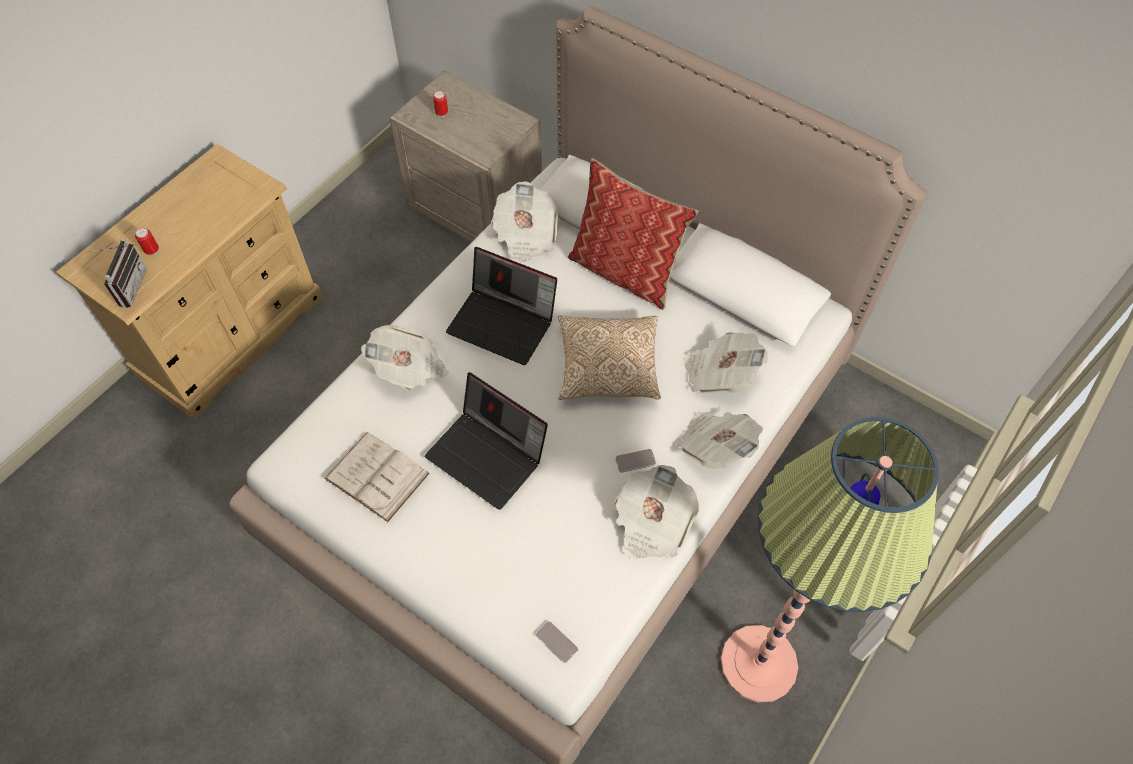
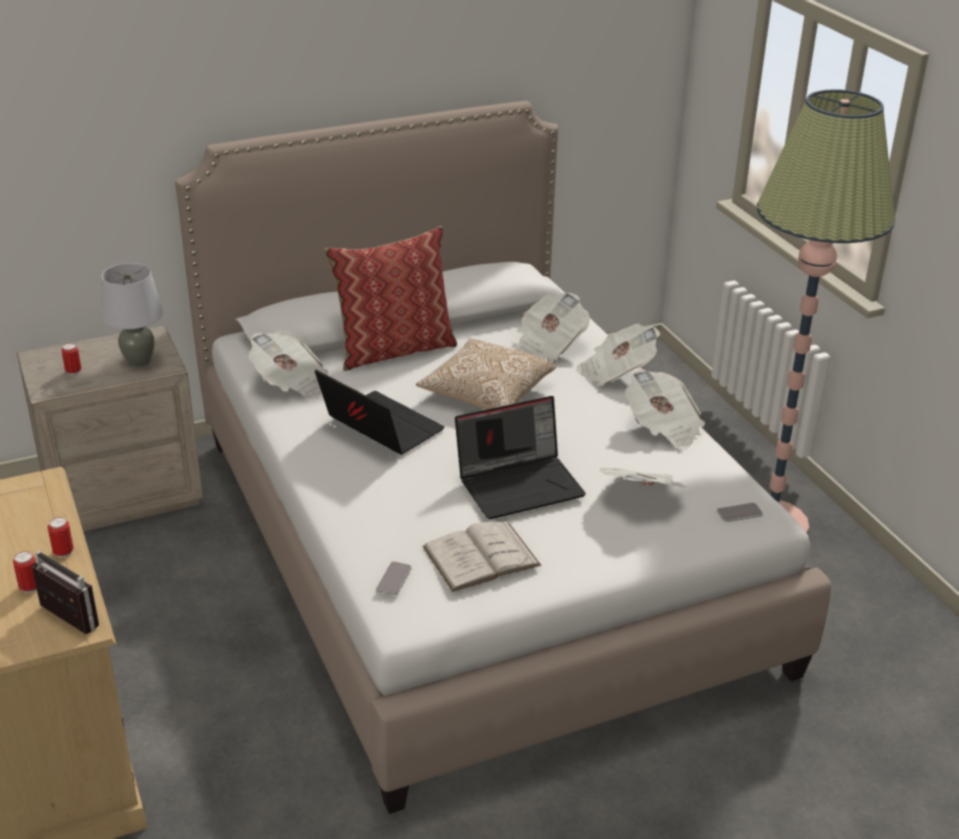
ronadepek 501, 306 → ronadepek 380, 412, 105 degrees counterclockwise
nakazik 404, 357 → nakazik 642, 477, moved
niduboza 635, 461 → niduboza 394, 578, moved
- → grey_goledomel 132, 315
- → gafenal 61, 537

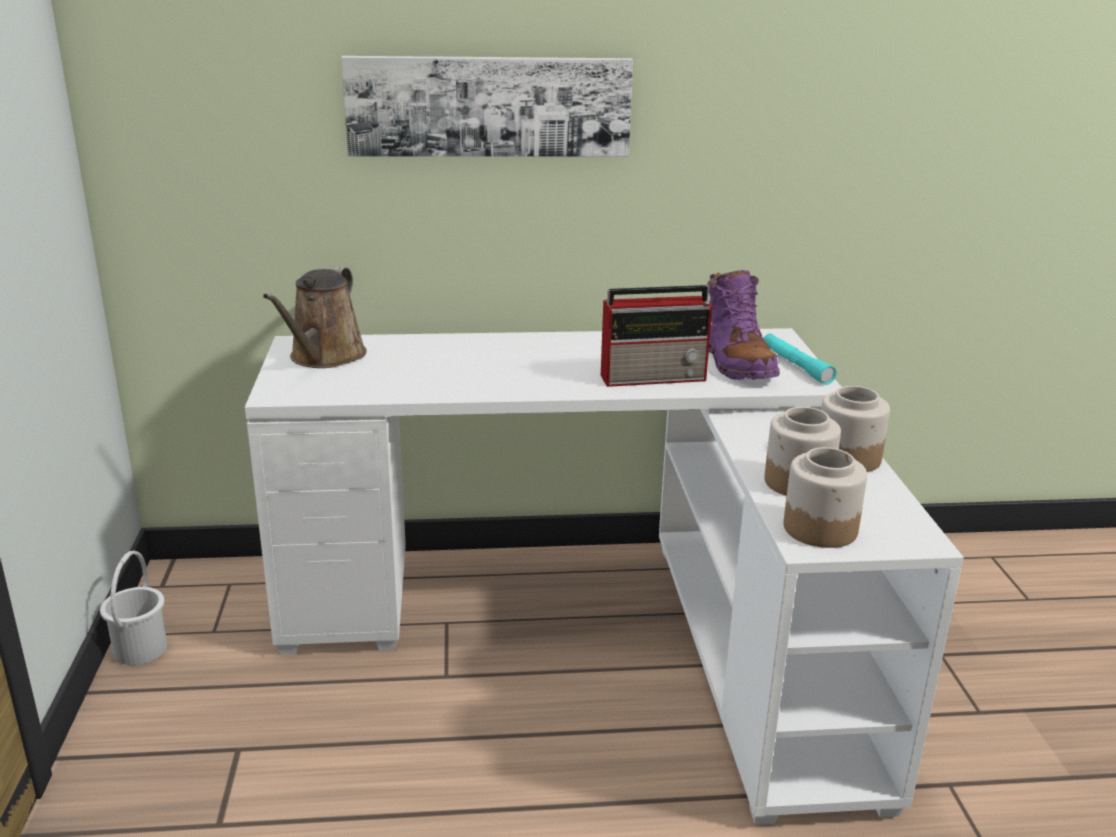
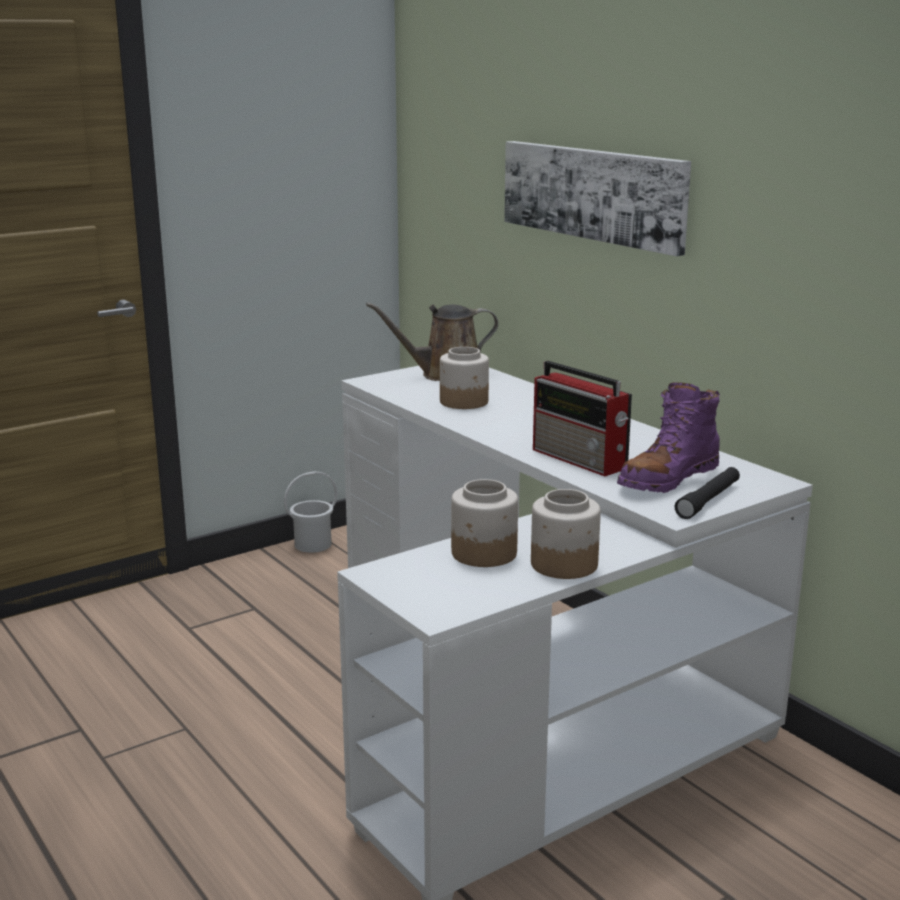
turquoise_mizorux 800, 359 → black_mizorux 707, 493
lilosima 825, 497 → lilosima 464, 378, moved

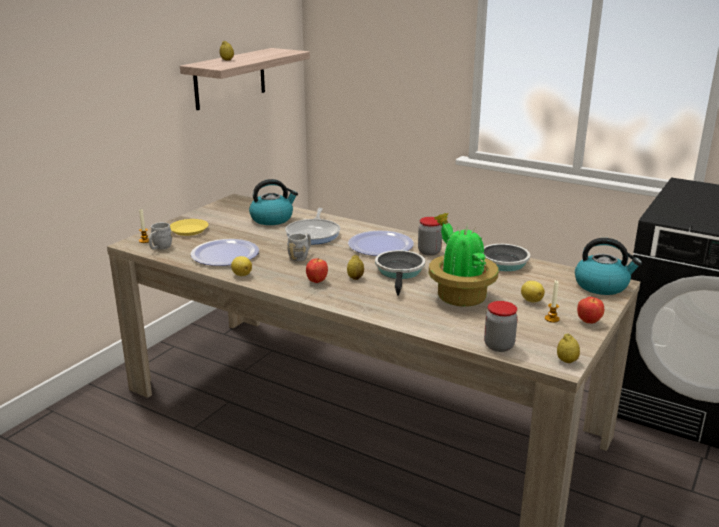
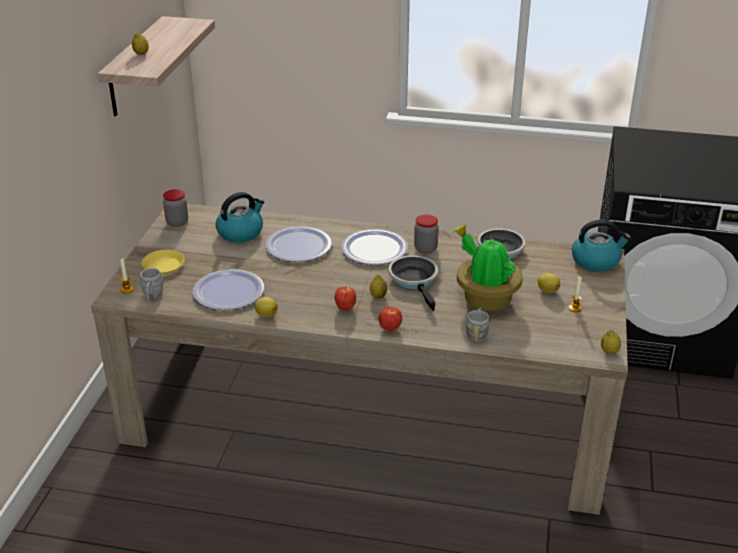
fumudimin 312, 226 → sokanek 298, 244
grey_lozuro 299, 247 → grey_lozuro 477, 324, moved
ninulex 590, 310 → ninulex 390, 319, moved
lilosima 501, 326 → lilosima 175, 208, moved

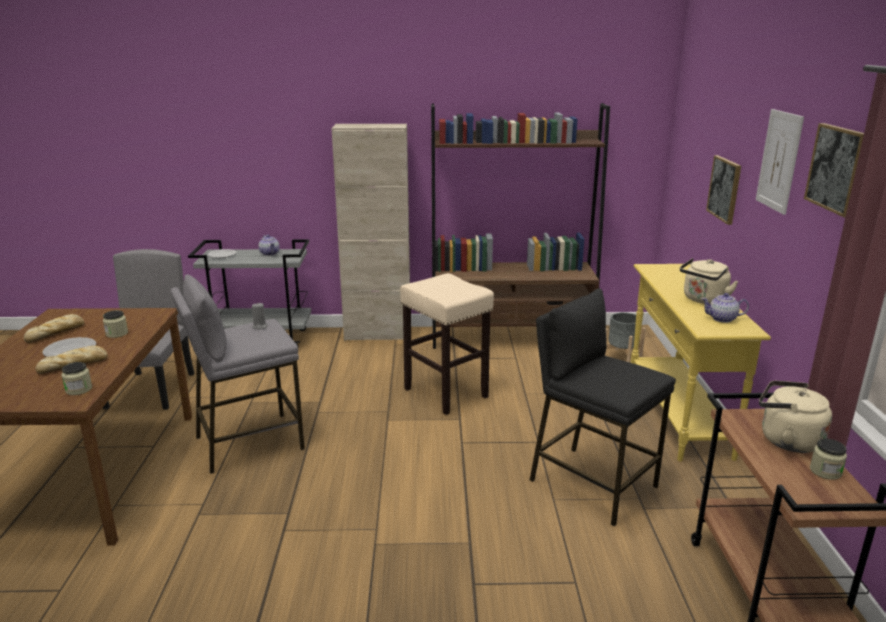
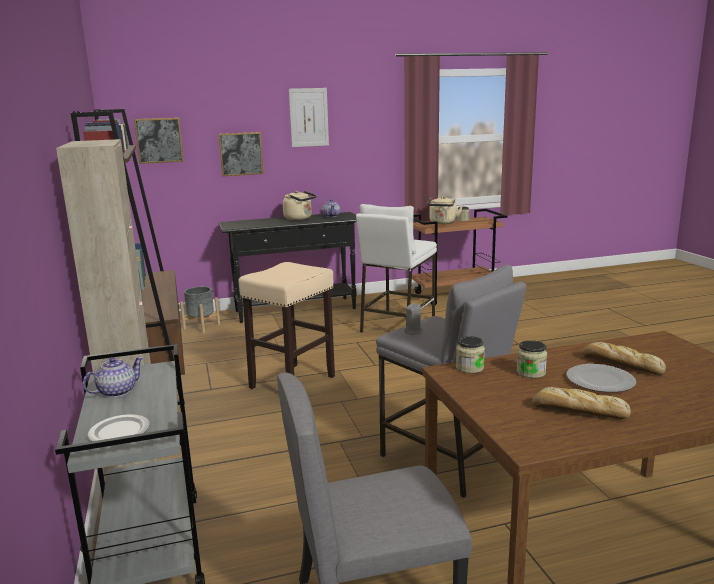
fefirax 834, 170 → fefirax 159, 141, moved
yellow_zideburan 701, 363 → black_zideburan 287, 267
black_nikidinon 603, 407 → white_nikidinon 396, 268
lilosima 76, 378 → lilosima 470, 354, moved

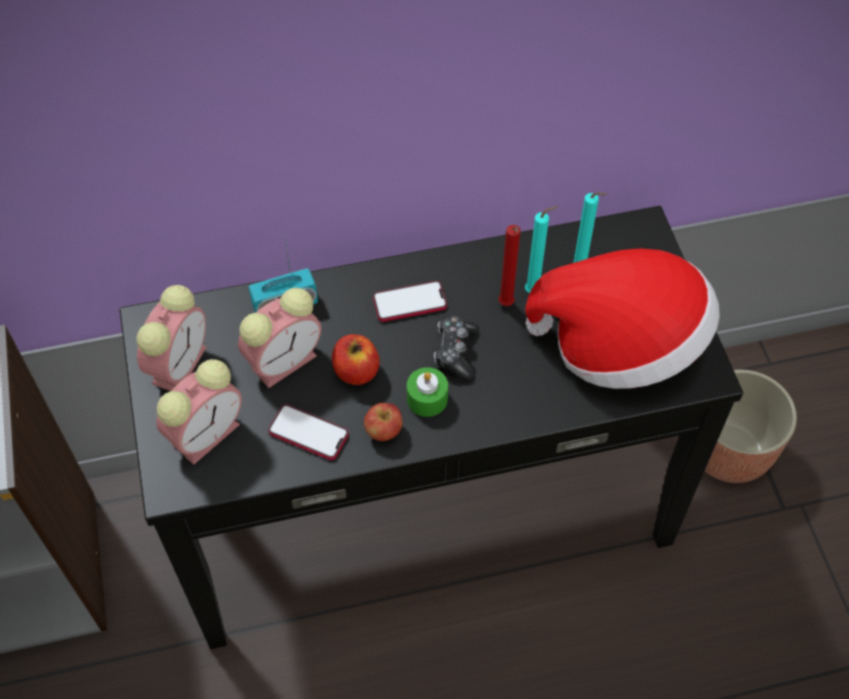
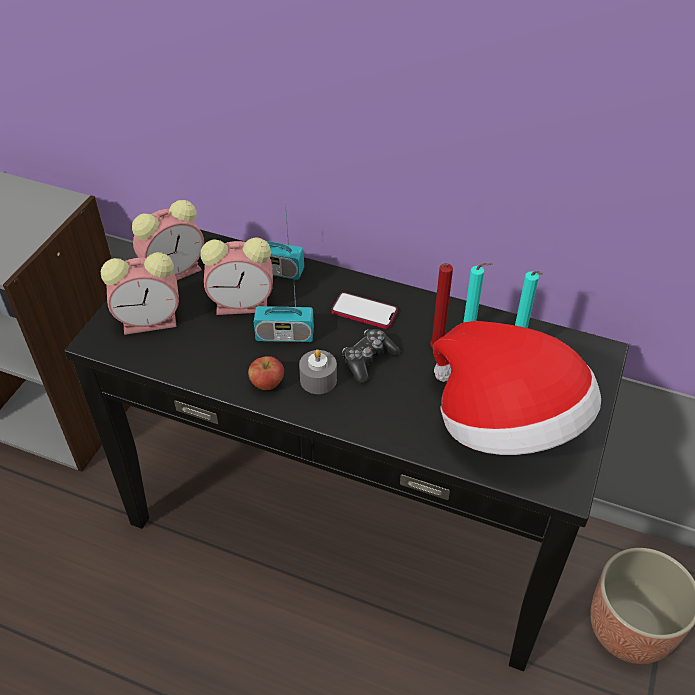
ninulex 356, 359 → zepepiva 284, 306
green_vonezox 427, 392 → grey_vonezox 318, 371
niduboza 308, 432 → -

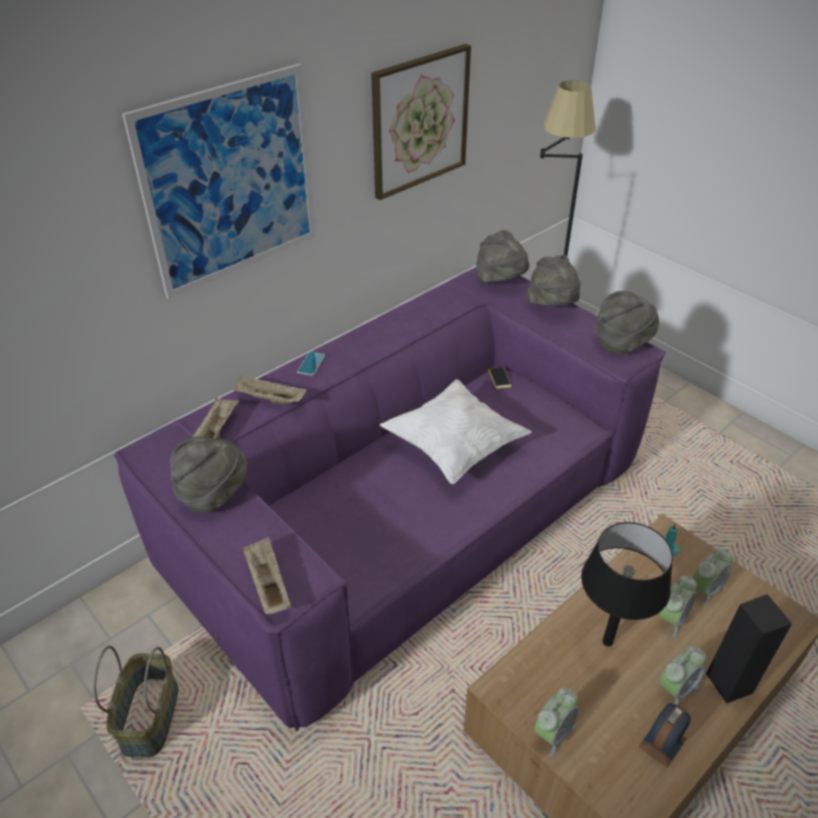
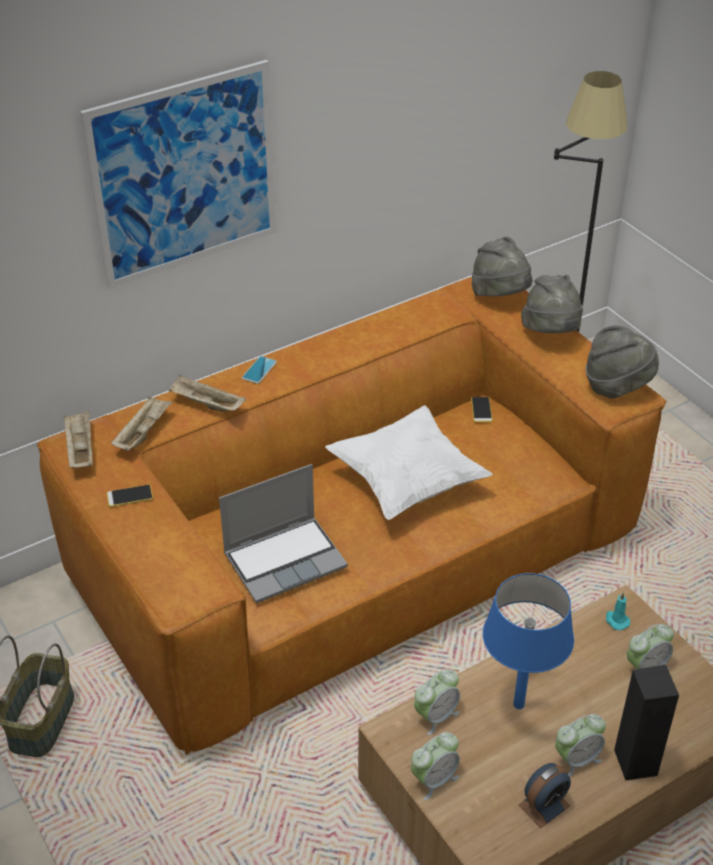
fefirax 421, 122 → -
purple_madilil 389, 499 → brown_madilil 352, 516
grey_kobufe 208, 475 → niduboza 129, 495
black_goledomel 627, 584 → blue_goledomel 528, 641
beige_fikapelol 266, 575 → beige_fikapelol 78, 439, moved
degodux 678, 607 → degodux 437, 702, moved
- → ronadepek 283, 533

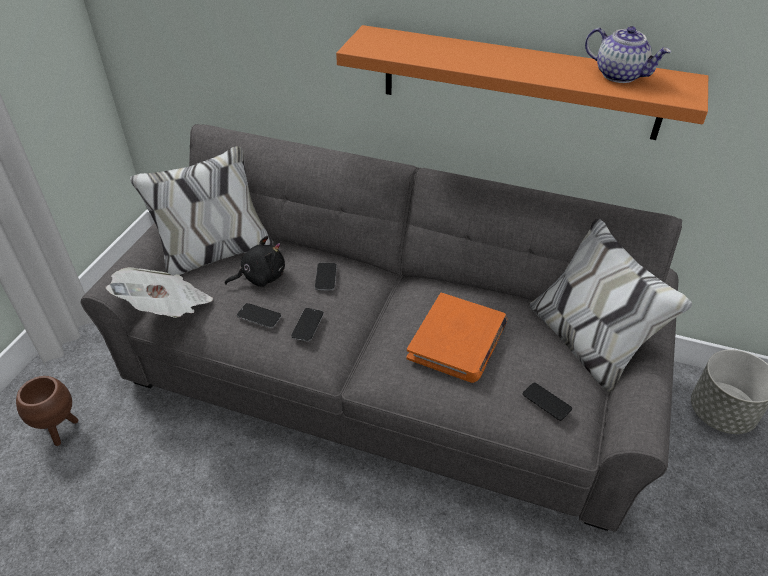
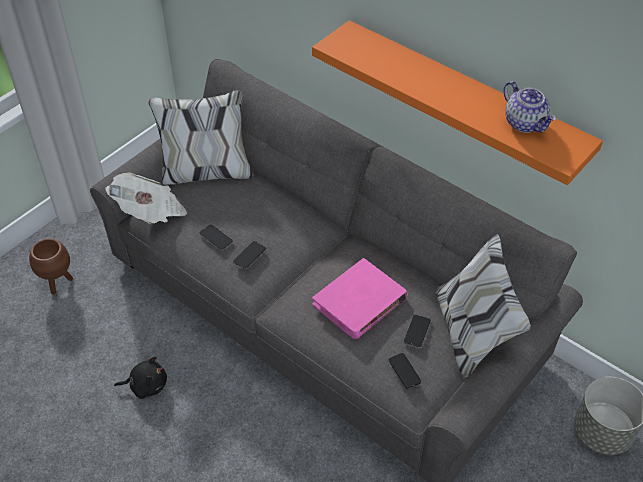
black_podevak 255, 261 → black_podevak 140, 378, moved
niduboza 326, 276 → niduboza 417, 331, moved
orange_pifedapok 457, 338 → pink_pifedapok 360, 298

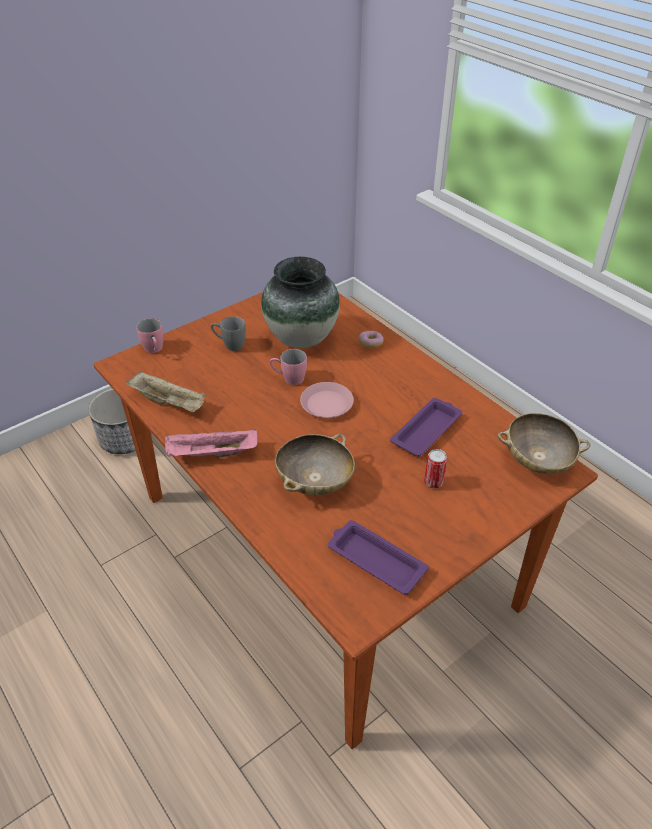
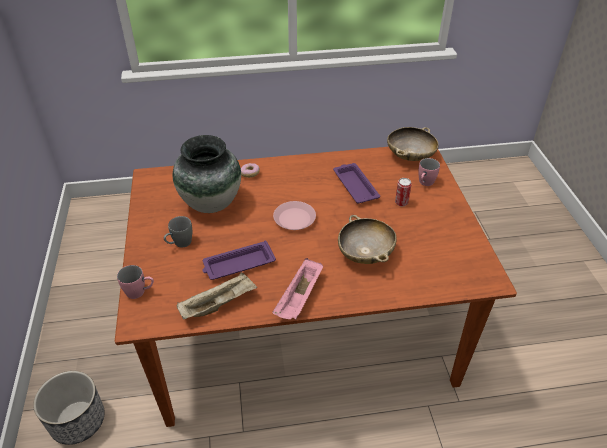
pink_lozuro 288, 367 → pink_lozuro 429, 172, moved
purple_fikapelol 378, 557 → purple_fikapelol 239, 260, moved

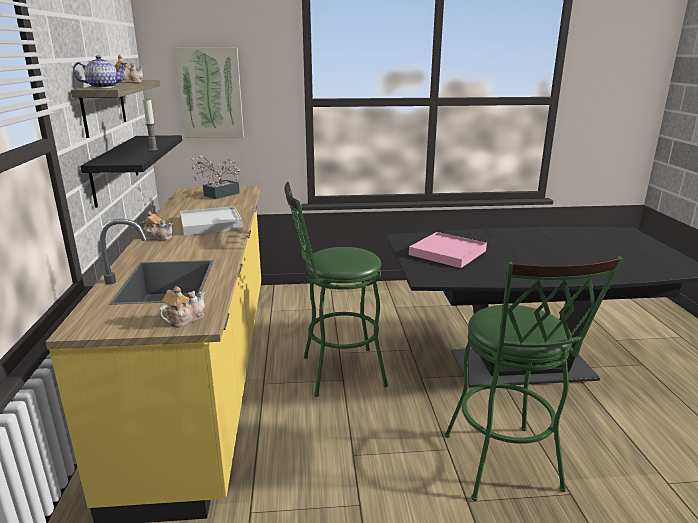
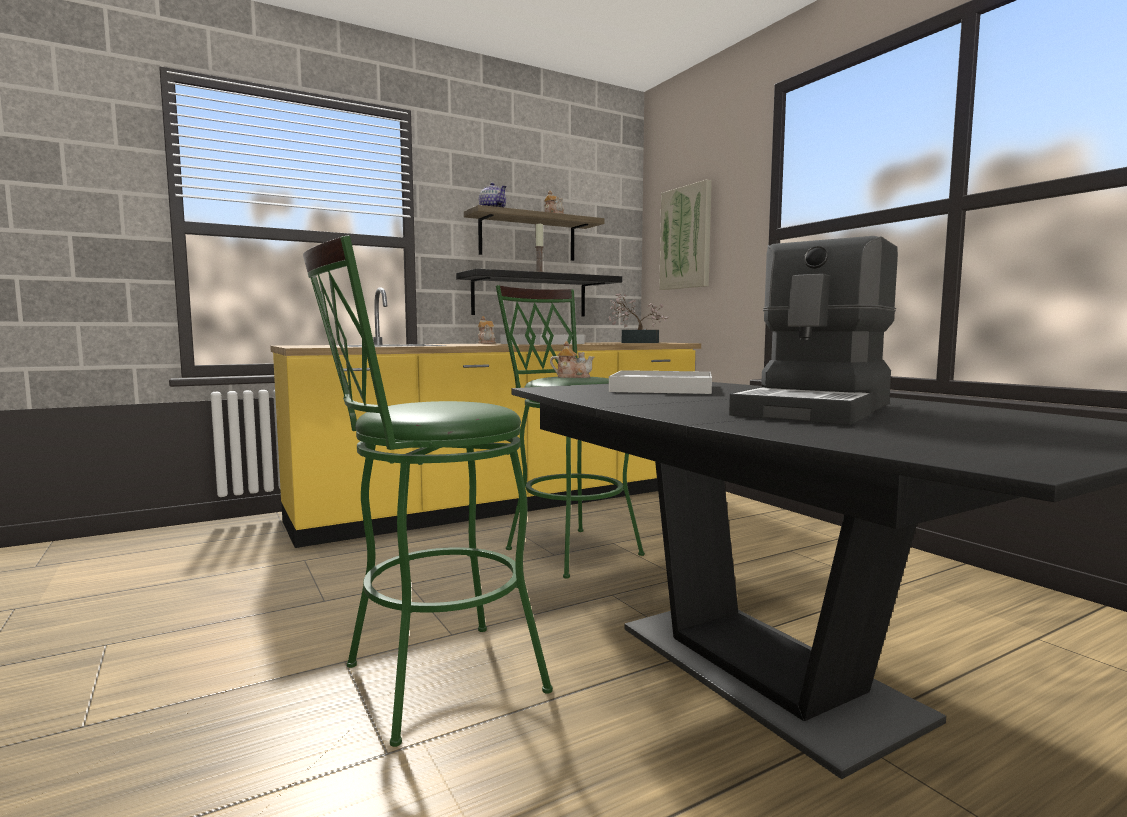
pink_fikapelol 448, 250 → white_fikapelol 660, 382
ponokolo 181, 307 → ponokolo 572, 359, moved
- → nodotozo 813, 330

